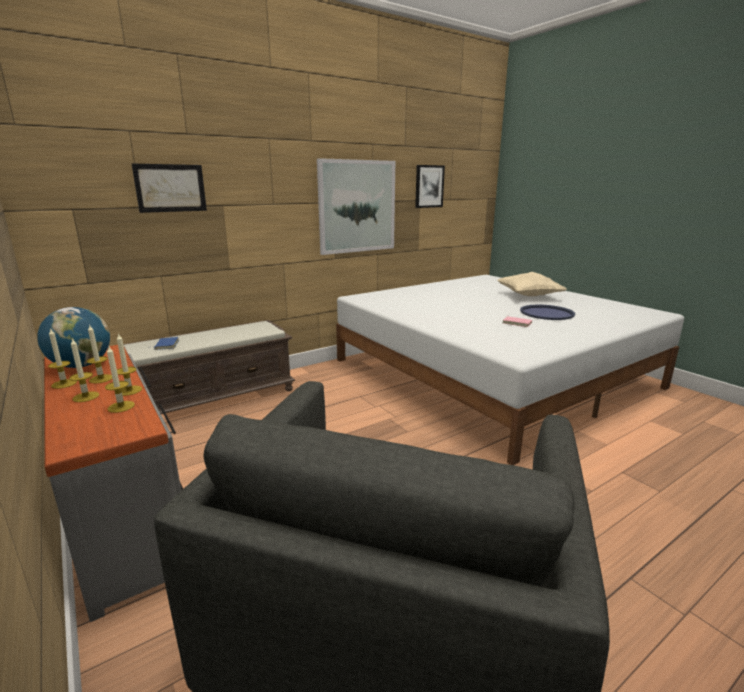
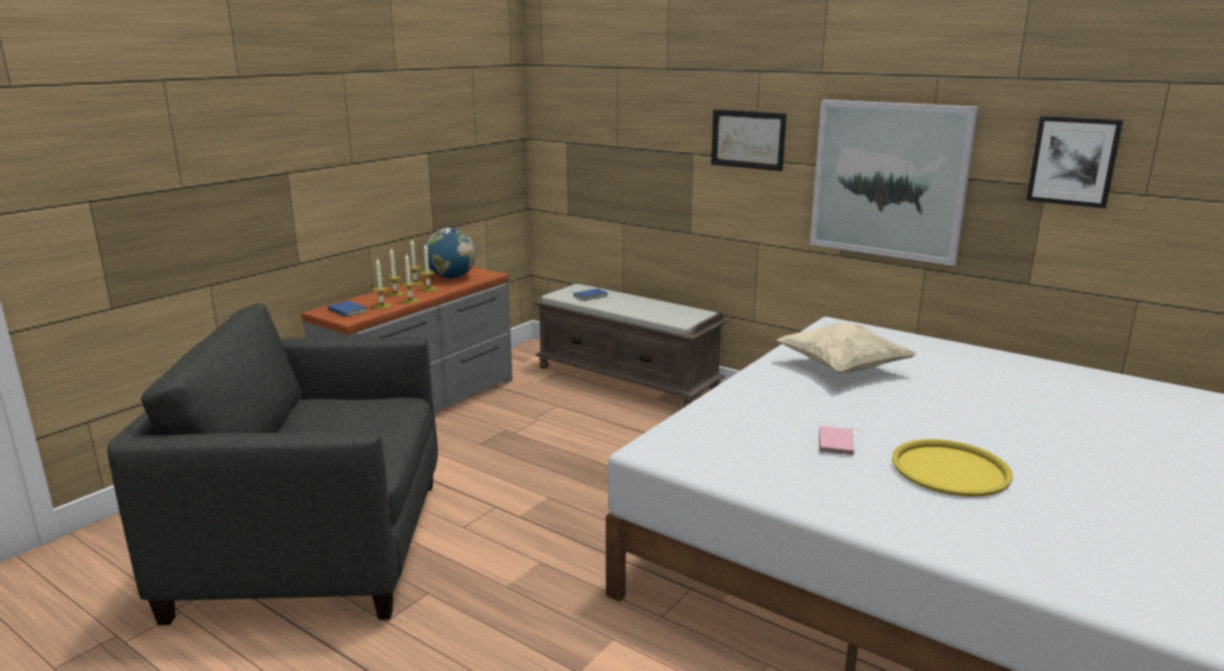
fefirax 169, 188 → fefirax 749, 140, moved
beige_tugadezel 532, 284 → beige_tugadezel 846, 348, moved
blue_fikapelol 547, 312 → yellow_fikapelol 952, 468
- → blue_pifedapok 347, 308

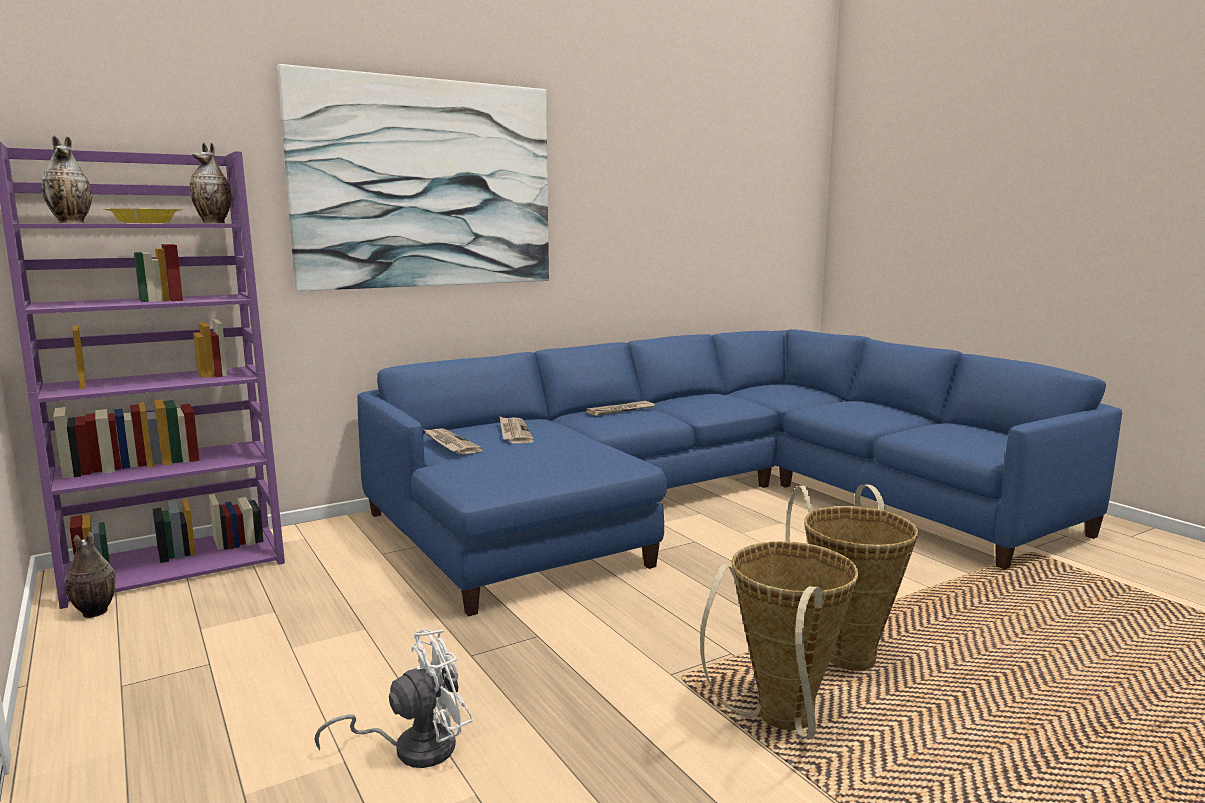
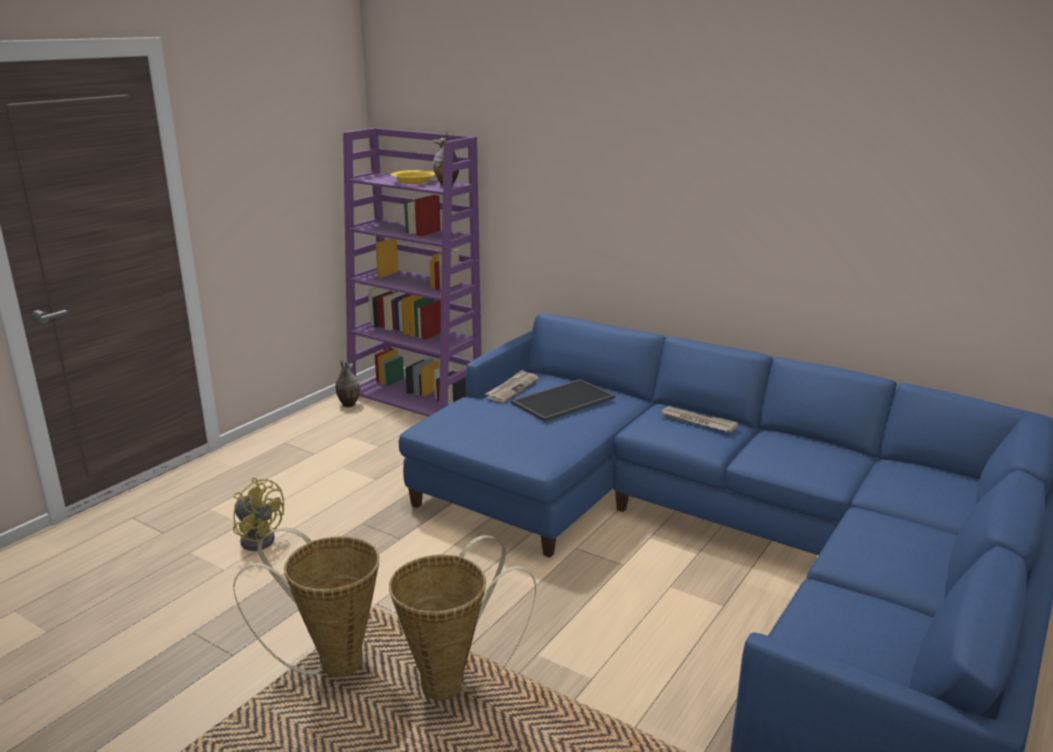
fefirax 413, 177 → -
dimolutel 66, 179 → -
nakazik 517, 430 → fikapelol 563, 400
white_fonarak 393, 698 → yellow_fonarak 258, 514

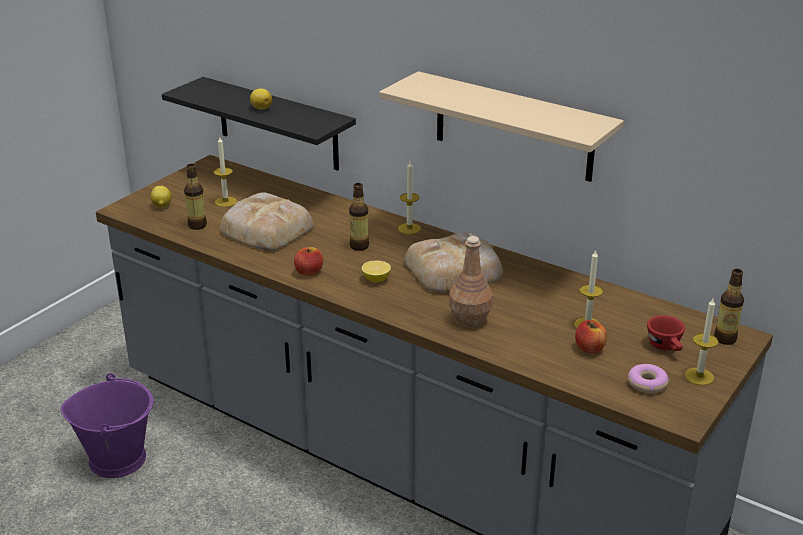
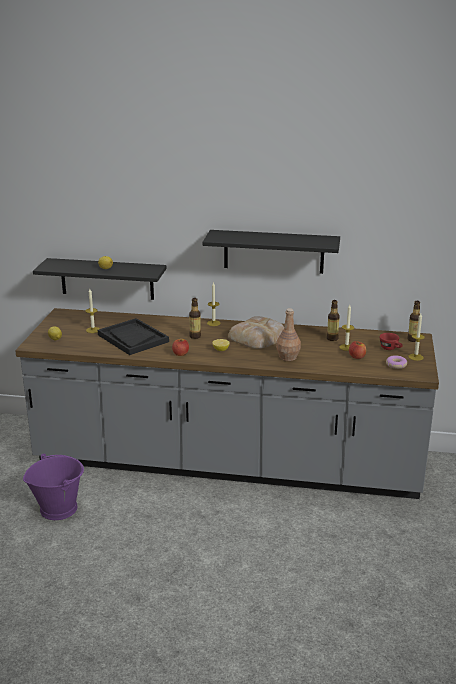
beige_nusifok 501, 126 → black_nusifok 271, 252
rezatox 195, 197 → rezatox 333, 320, moved
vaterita 267, 221 → black_fikapelol 133, 336

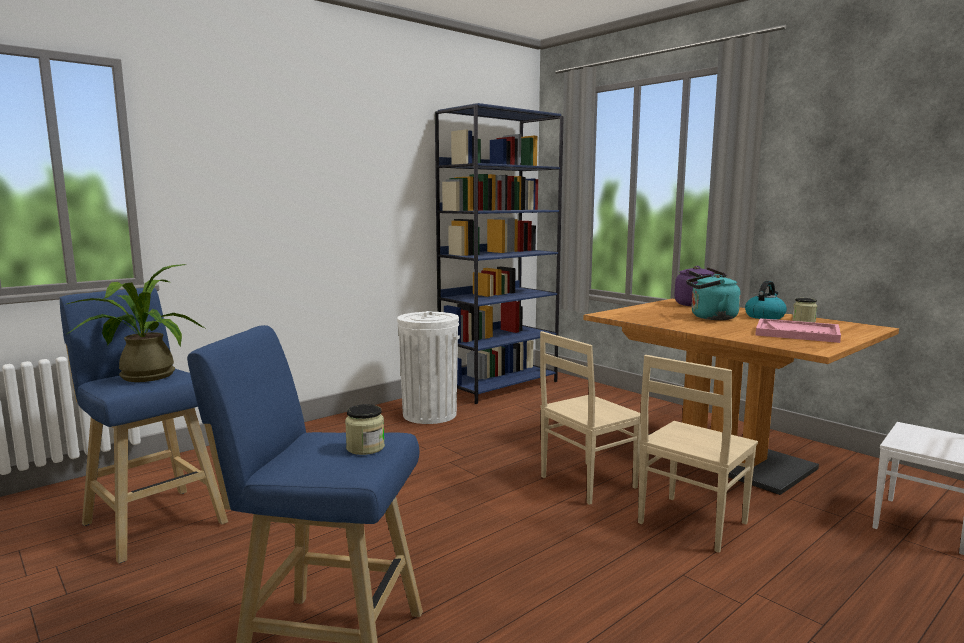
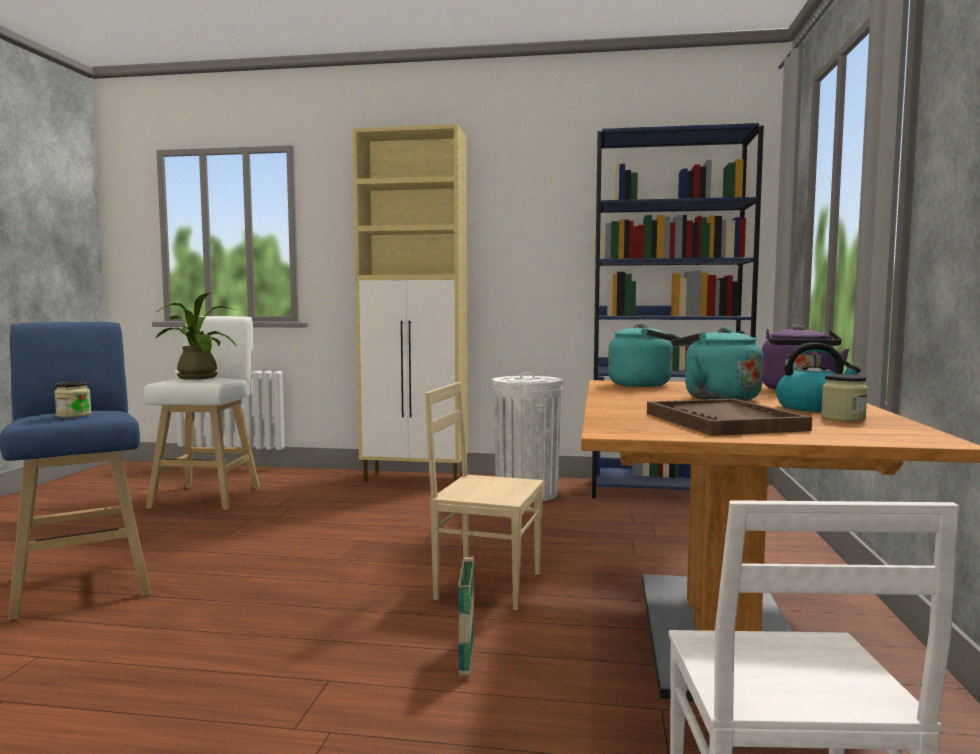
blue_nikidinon 144, 426 → white_nikidinon 202, 413
pink_fikapelol 798, 330 → brown_fikapelol 729, 417
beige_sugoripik 698, 454 → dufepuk 466, 603
- → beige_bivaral 410, 303
- → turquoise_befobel 644, 355

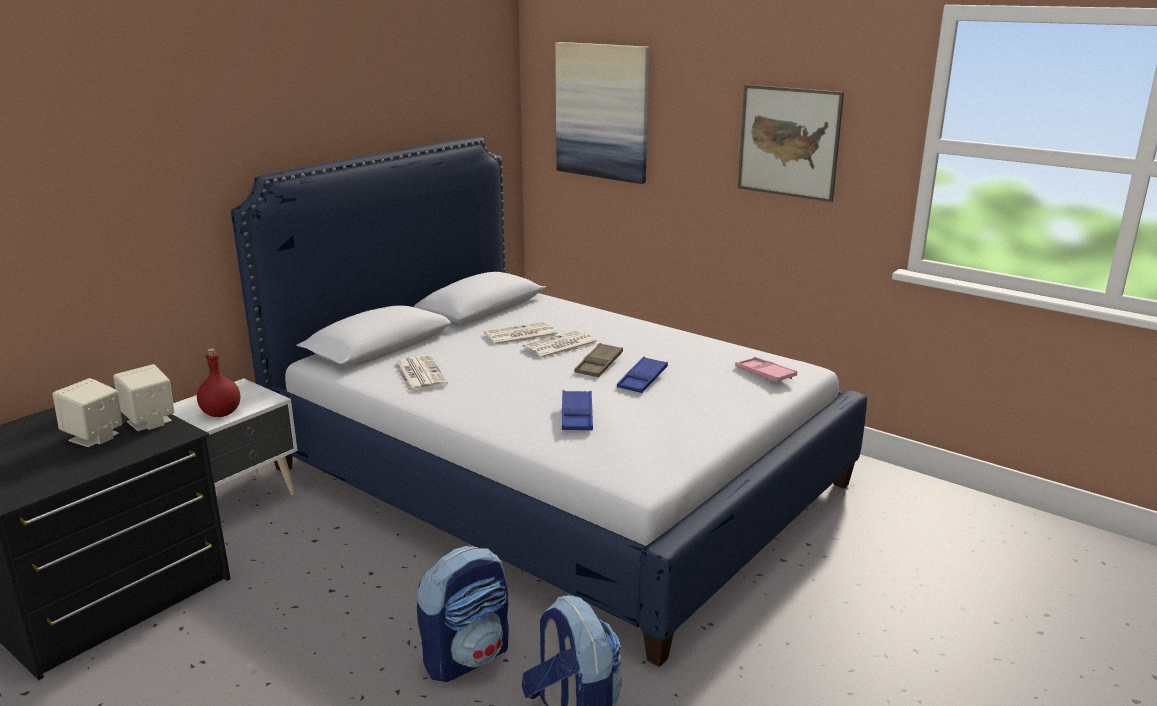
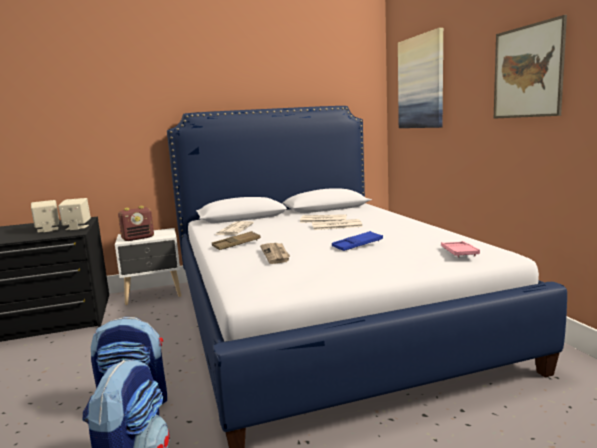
brown_fikapelol 599, 360 → brown_fikapelol 236, 240, moved
red_rezatox 218, 383 → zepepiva 136, 223
blue_fikapelol 577, 410 → nakazik 275, 253

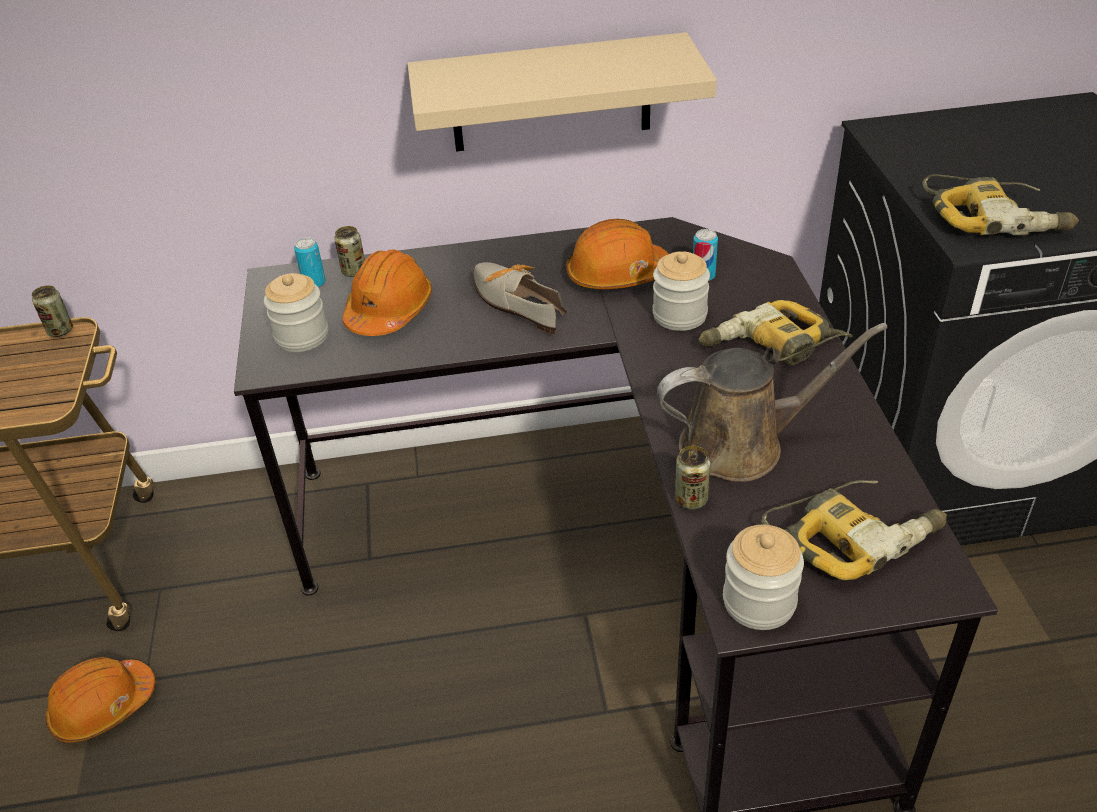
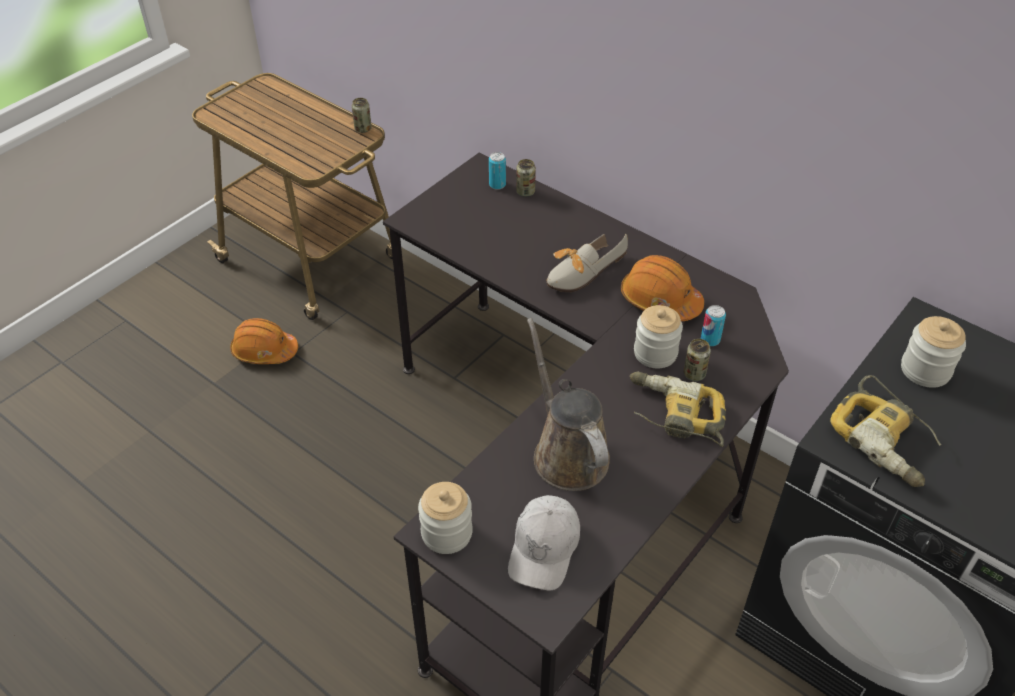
beige_nusifok 562, 92 → -
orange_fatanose 387, 293 → -
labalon 520, 298 → labalon 587, 263, 135 degrees counterclockwise
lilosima 296, 312 → lilosima 933, 352, moved
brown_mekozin 772, 402 → brown_mekozin 568, 404, 150 degrees counterclockwise
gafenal 693, 477 → gafenal 697, 360, moved
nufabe 854, 530 → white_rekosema 544, 543

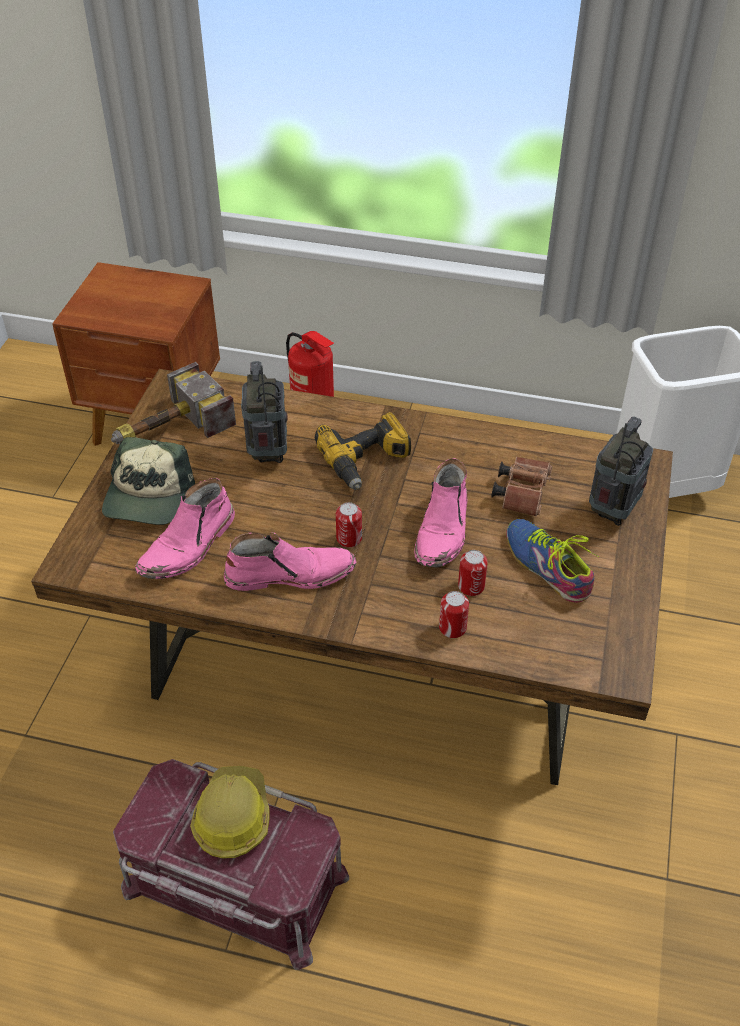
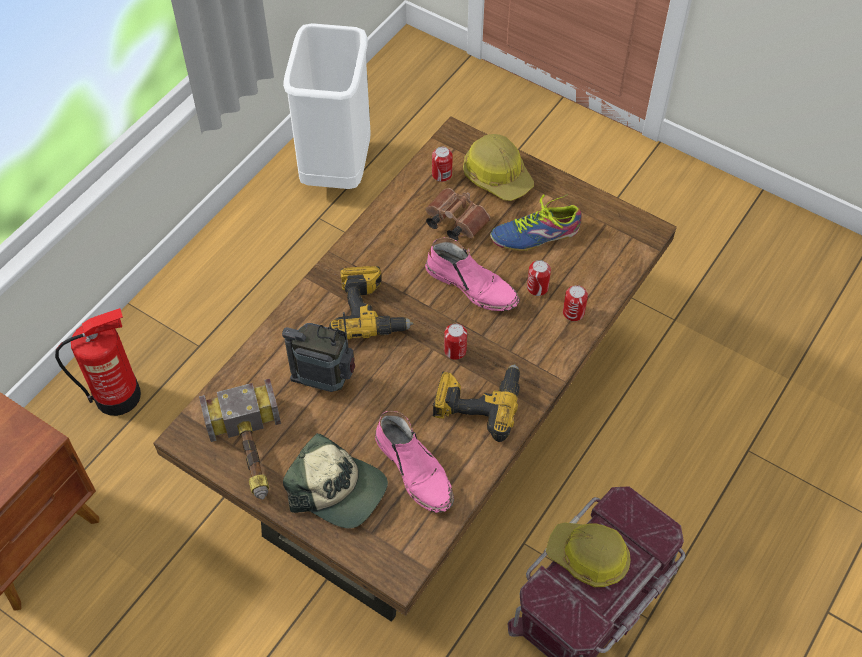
zepepiva 621, 471 → fatanose 498, 167
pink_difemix 290, 561 → nufabe 476, 403
- → gafenal 442, 164

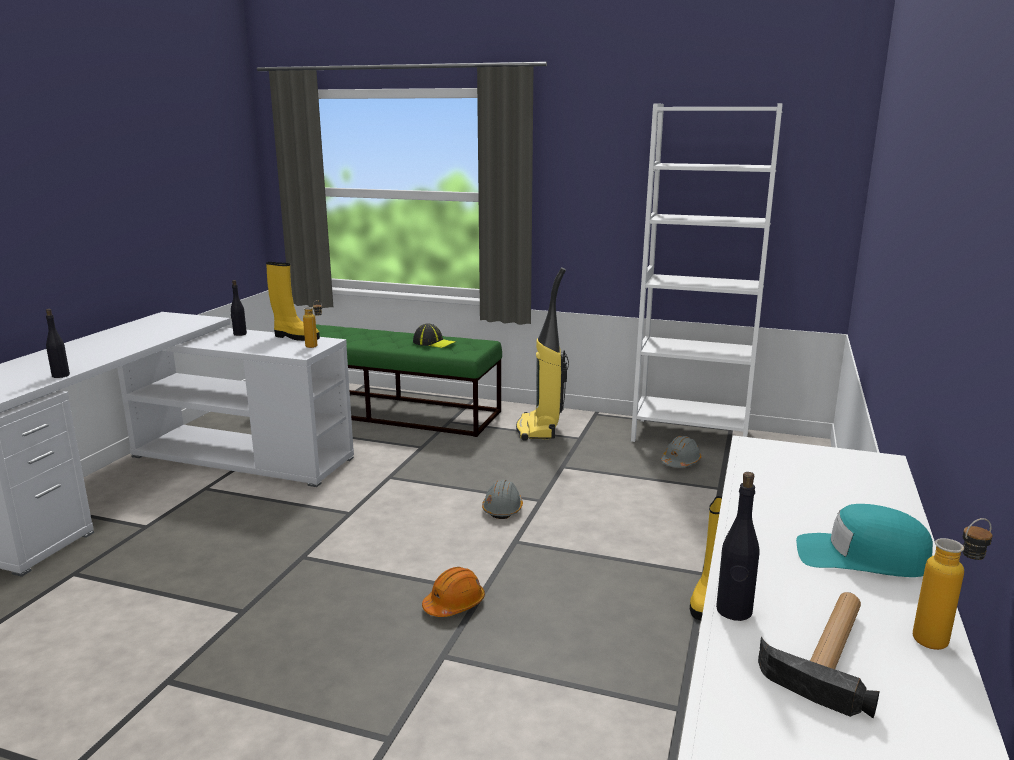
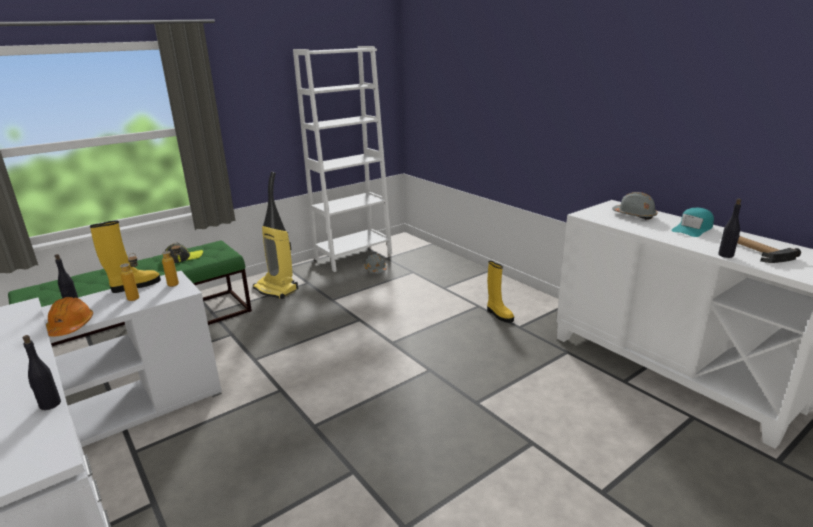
grey_fatanose 502, 499 → grey_fatanose 635, 206, moved
rezatox 952, 584 → rezatox 129, 277, moved
orange_fatanose 453, 592 → orange_fatanose 69, 317, moved

